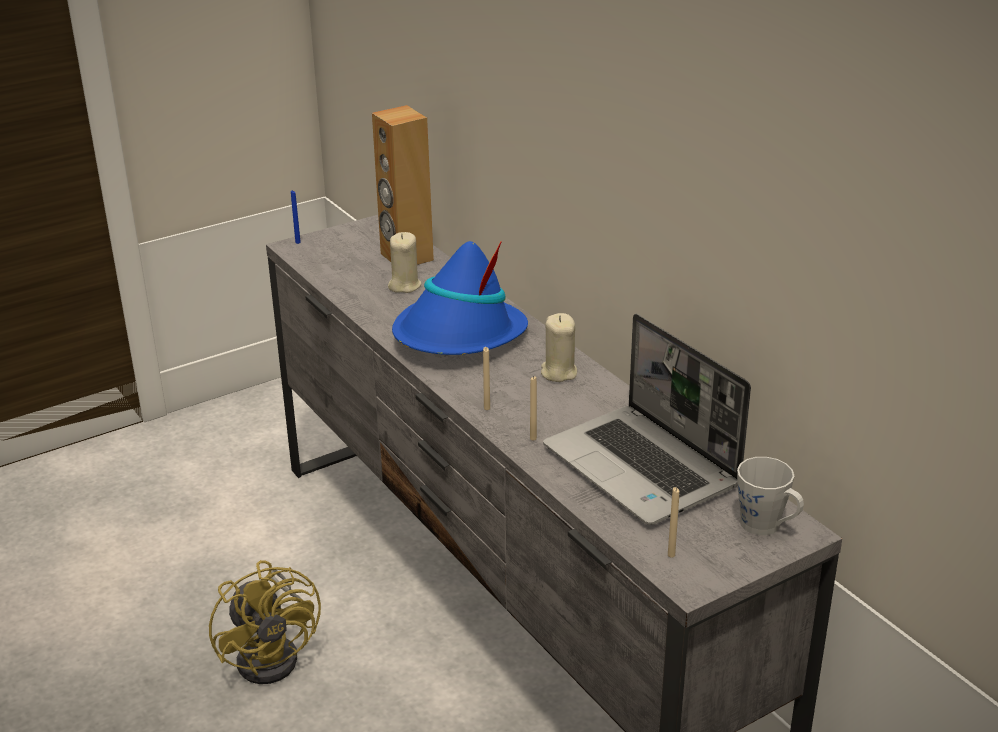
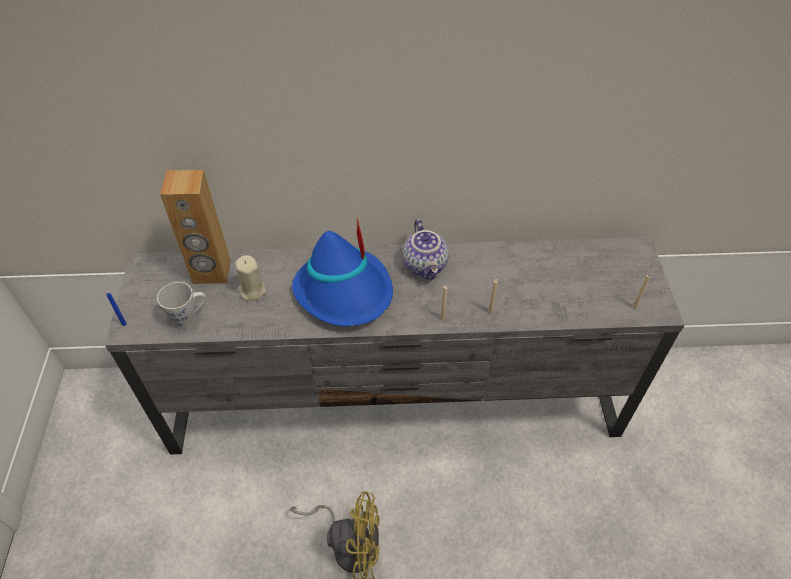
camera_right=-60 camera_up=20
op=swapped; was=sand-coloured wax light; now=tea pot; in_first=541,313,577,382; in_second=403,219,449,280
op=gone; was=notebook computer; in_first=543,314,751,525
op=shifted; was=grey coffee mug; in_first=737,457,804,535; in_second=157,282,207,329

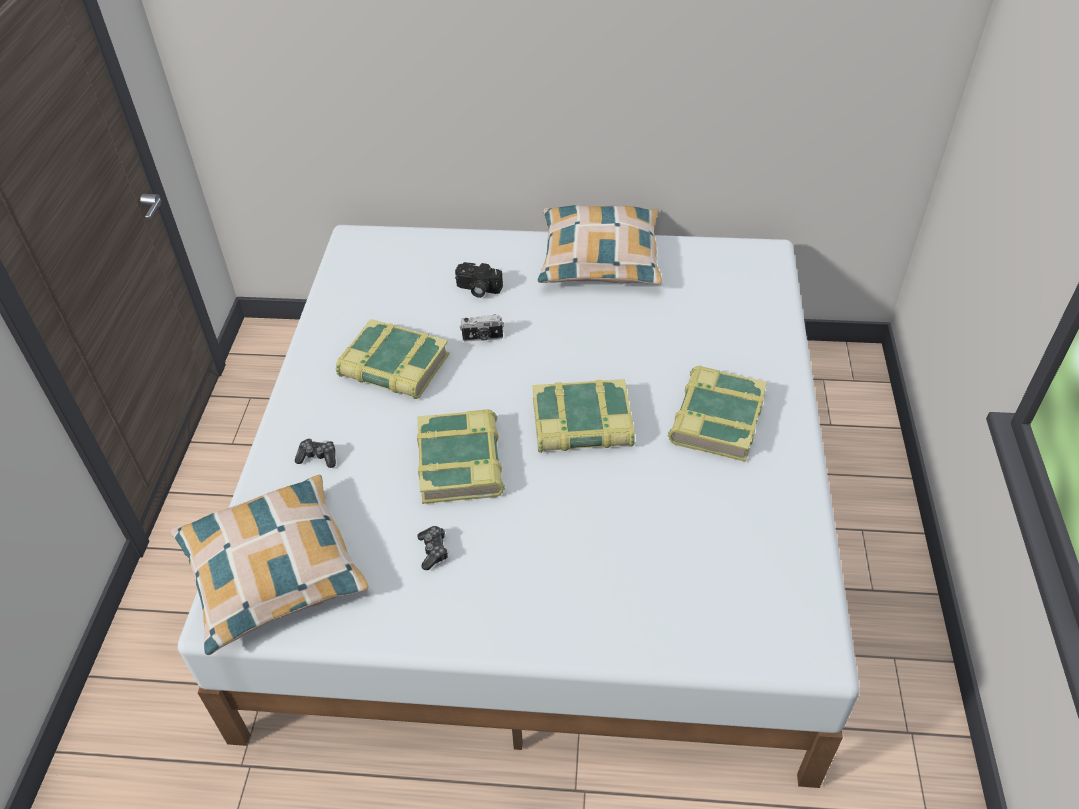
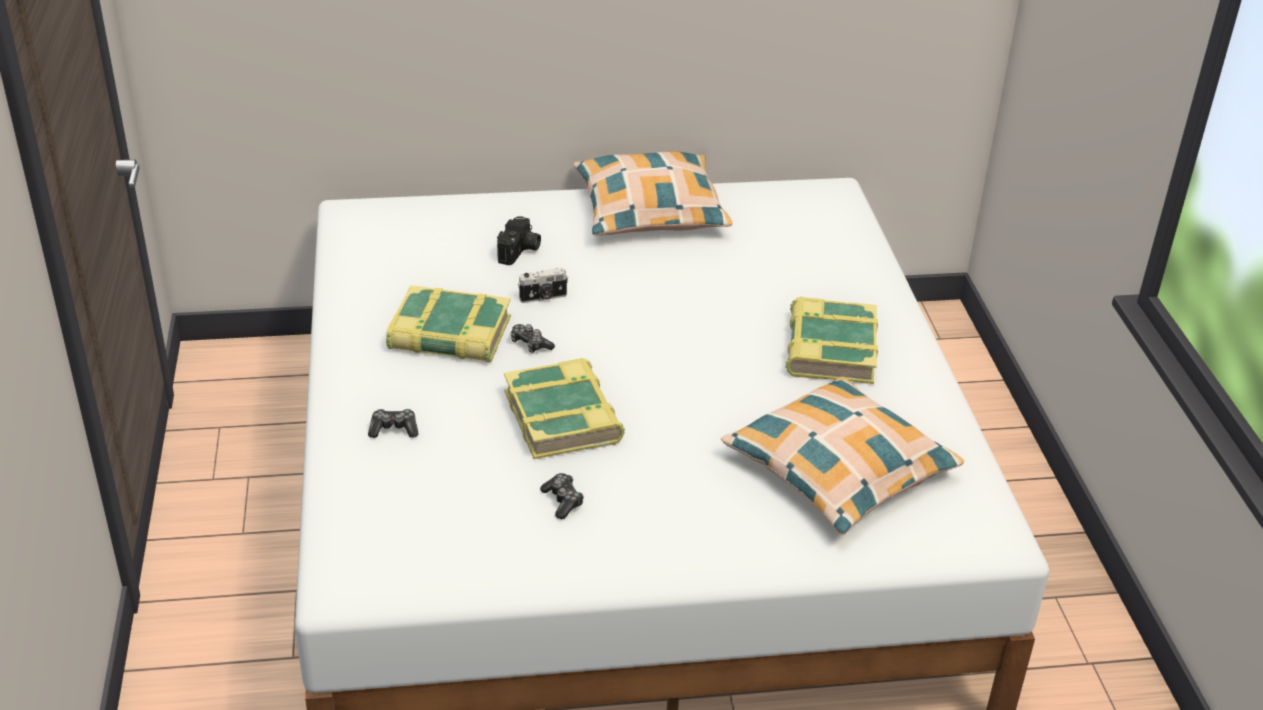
camera_right=-15 camera_up=-10
op=shifted; was=cushion; in_first=171,475,369,655; in_second=721,377,964,535
op=rotated; was=photo camera; in_first=455,262,503,298; in_second=497,216,541,265; clockwise=-75
op=gone; was=bound book; in_first=532,379,635,453
op=new; now=joypad; in_second=510,324,555,353

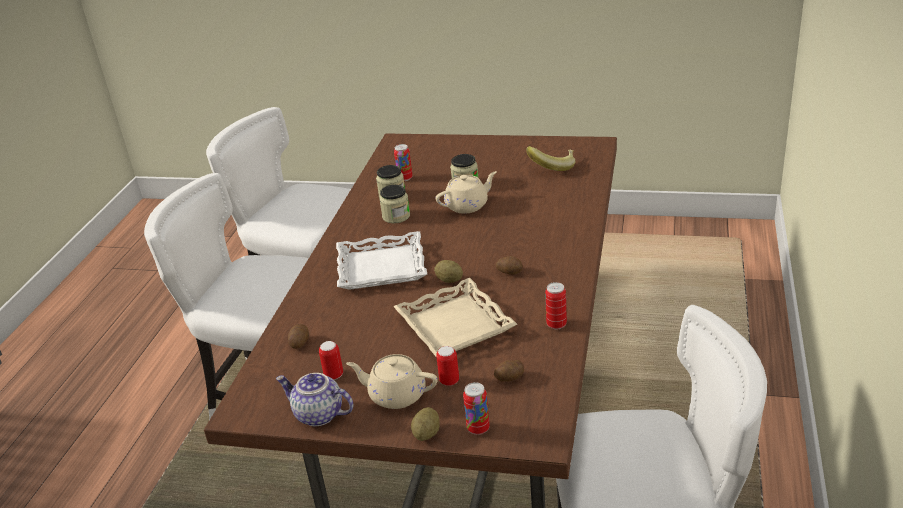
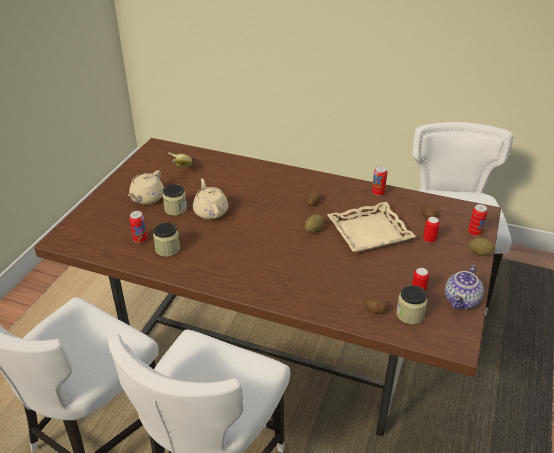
camera_right=-85 camera_up=5
op=gone; was=whitish carrying tray; in_first=336,231,427,290
op=shifted; was=sand-coloured tea pot; in_first=346,354,438,409; in_second=128,170,164,204
op=shifted; was=jar; in_first=379,185,410,224; in_second=396,285,427,324

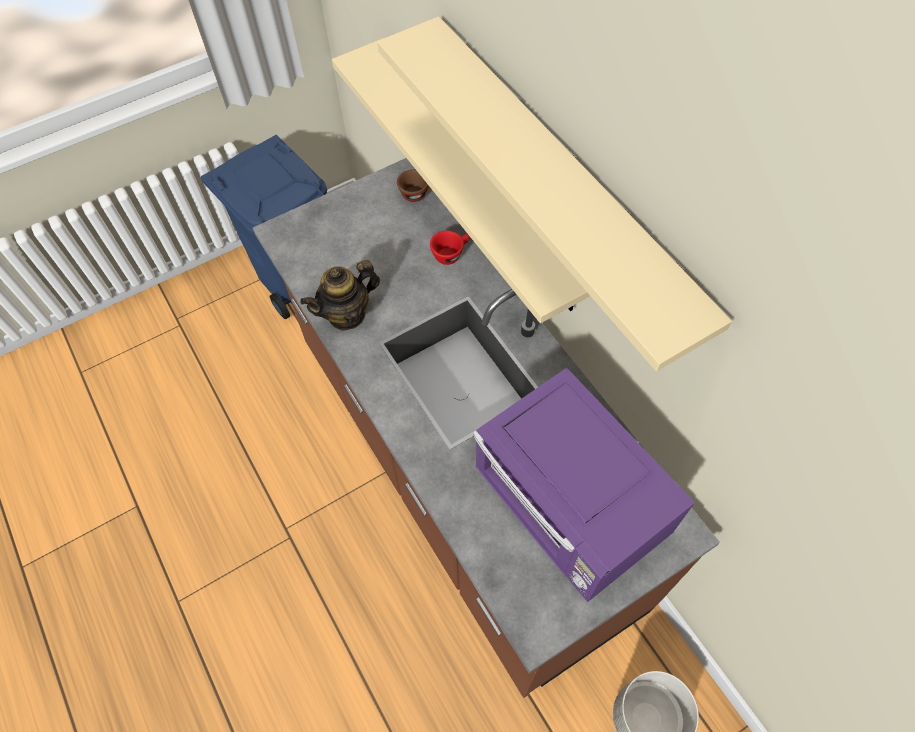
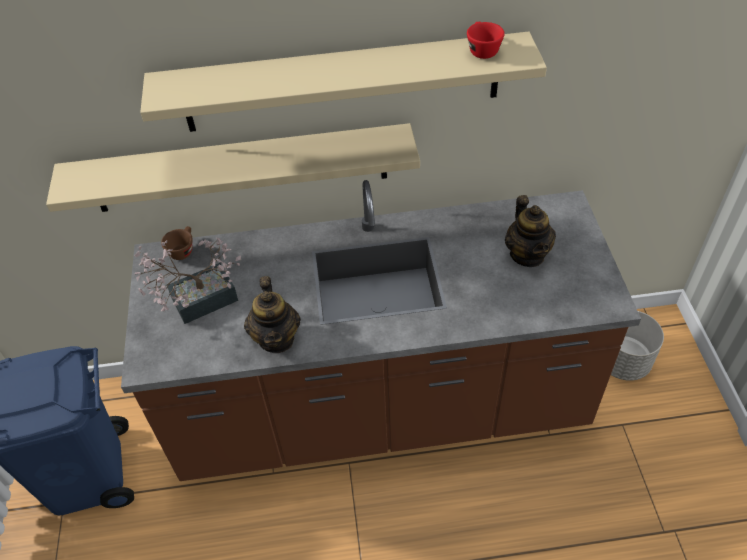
camera_right=-65 camera_up=-10
op=shifted; was=red cup; in_first=430,230,470,265; in_second=467,22,505,59
op=swapped; was=purple kitchen microwave; now=tea pot; in_first=473,368,695,602; in_second=505,195,556,267
op=new; now=houseplant; in_second=134,238,241,324

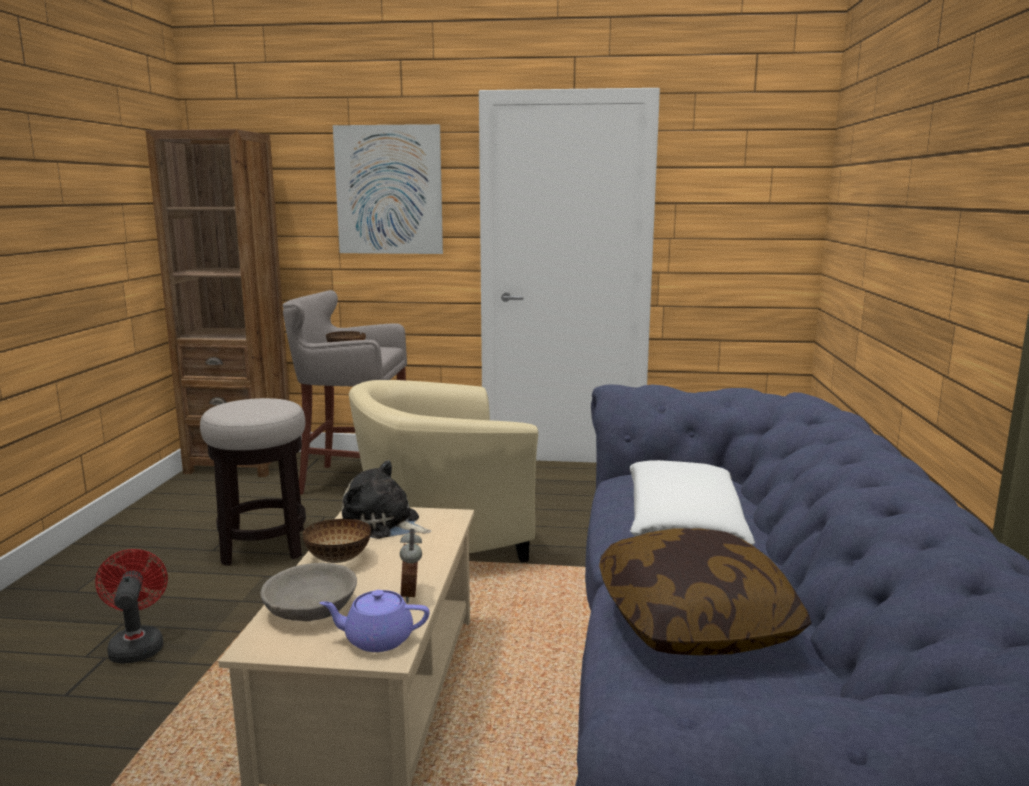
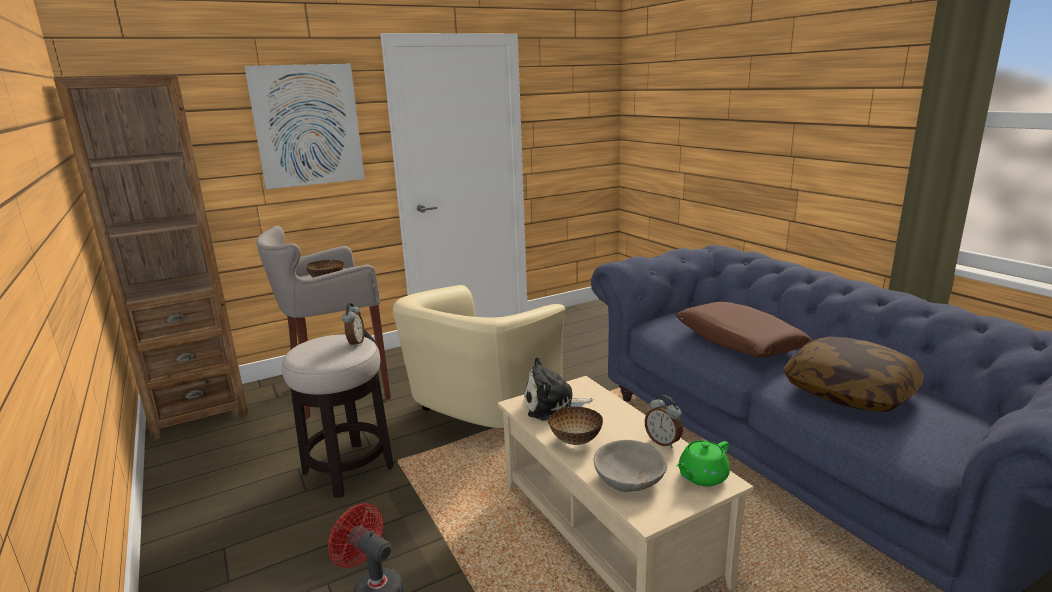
camera_right=-35 camera_up=5
op=repainted; was=purple tea pot; now=greenish tea pot; in_first=320,590,430,652; in_second=676,440,730,486
op=repainted; was=whitish cushion; now=brown cushion; in_first=630,460,755,545; in_second=676,302,813,357
op=new; now=table clock; in_second=342,303,365,347

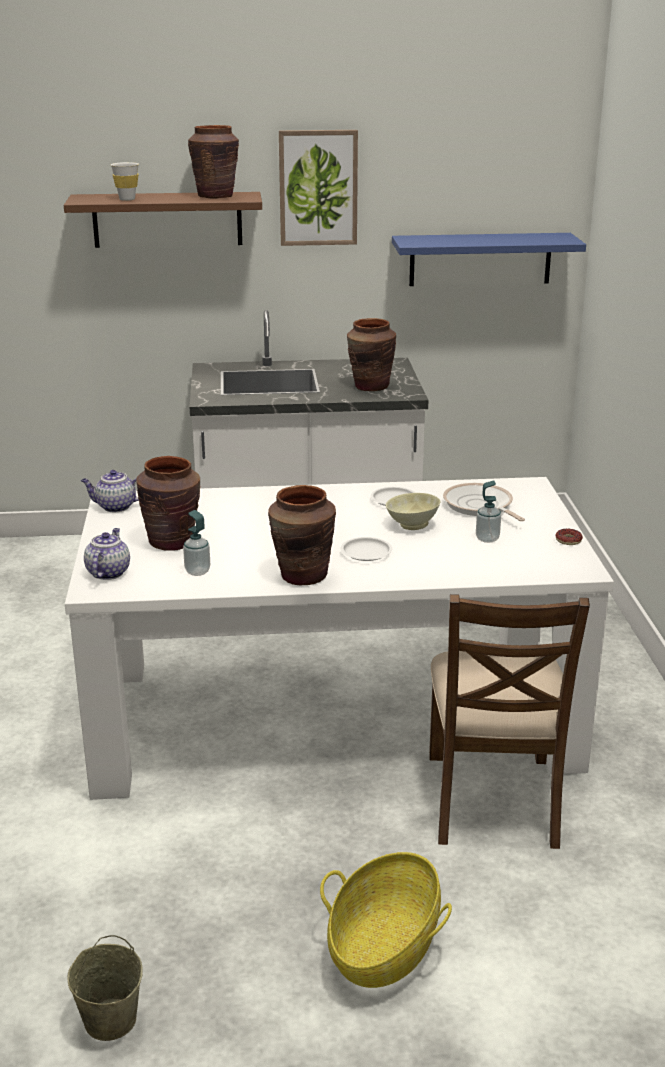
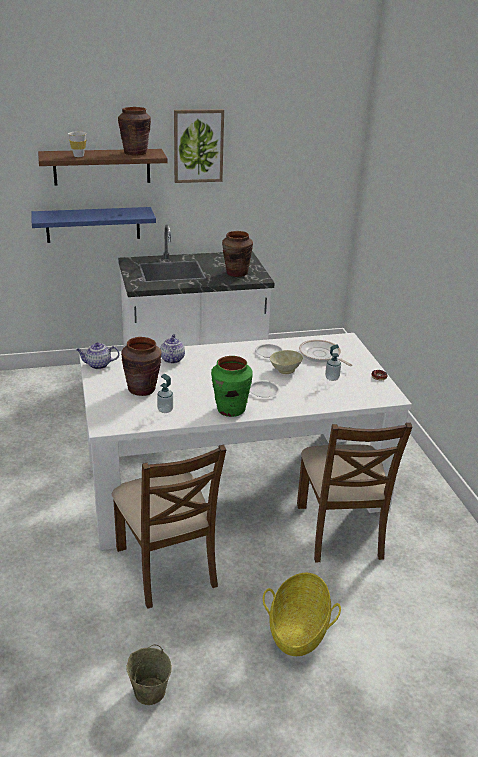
camera_right=-10 camera_up=5
op=shifted; was=tea pot; in_first=84,528,130,580; in_second=160,334,185,363
op=repainted; was=brown vase; now=greenish vase; in_first=268,485,336,585; in_second=211,356,253,417
op=shifted; was=blue wall shelf; in_first=392,233,586,286; in_second=32,207,156,243
op=new; now=brown chair; in_second=112,444,226,609

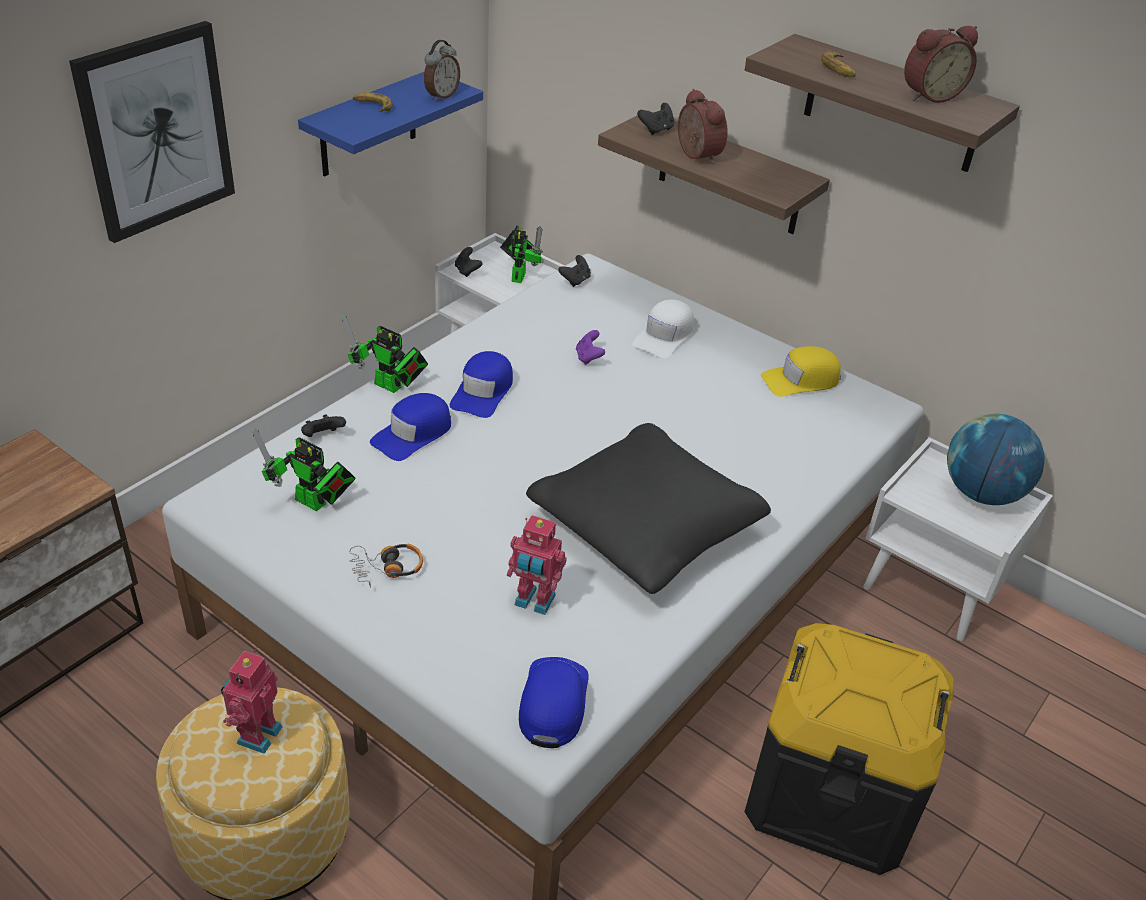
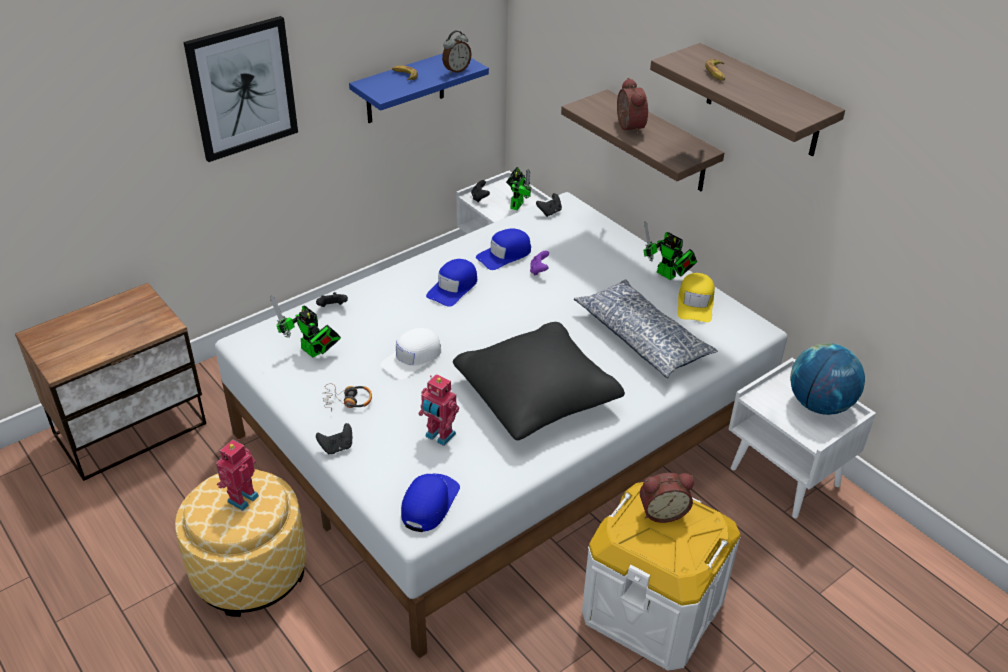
camera_right=15 camera_up=0
op=shifted; was=robot figure; in_first=342,314,428,393; in_second=644,222,697,280
op=shifted; was=blue cap; in_first=370,393,451,461; in_second=476,229,531,270
op=shifted; was=whitish cap; in_first=632,299,694,358; in_second=380,328,441,380
op=shifted; was=black joypad; in_first=637,103,674,135; in_second=316,423,352,454
op=repainted; was=black storage bin; now=whitish storage bin; in_first=745,623,954,875; in_second=582,482,740,671
op=rotated; was=yellow-coloured cap; in_first=761,346,841,397; in_second=678,273,715,322; clockwise=-75
op=shifted; was=table clock; in_first=904,26,978,103; in_second=640,473,694,523
op=new; now=cushion; in_second=574,280,718,378

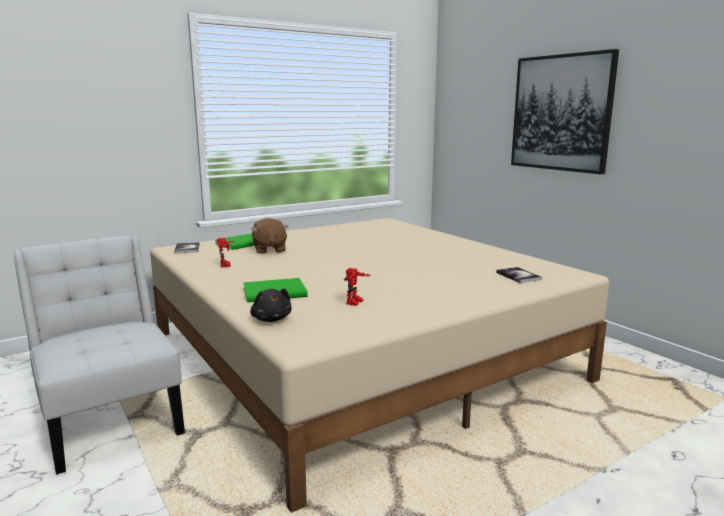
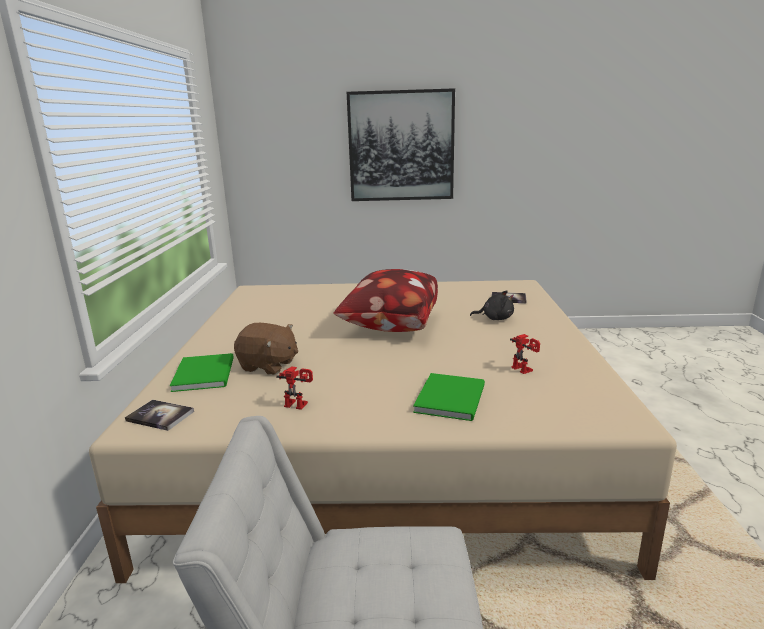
camera_right=-55 camera_up=5
op=shifted; was=black cuddly toy; in_first=250,289,291,322; in_second=470,290,514,320
op=new; now=cushion; in_second=334,269,438,332

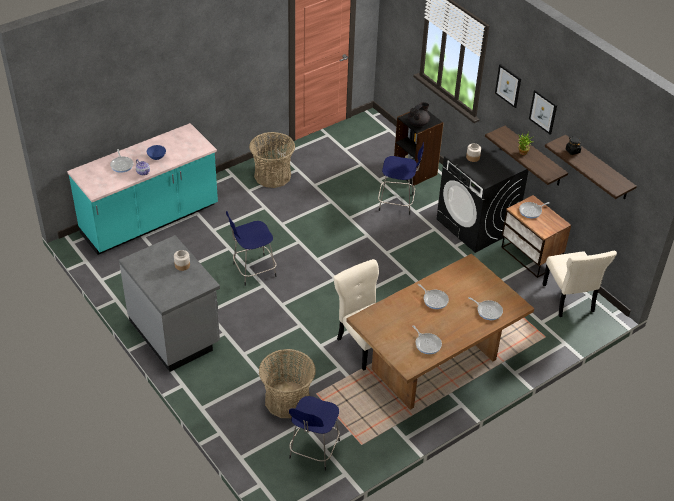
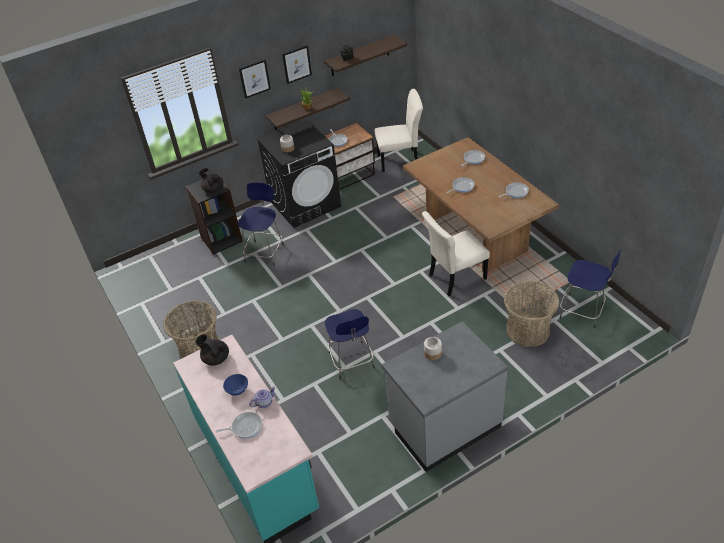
camera_right=-80 camera_up=0
op=new; now=black tea pot; in_second=196,334,229,366

